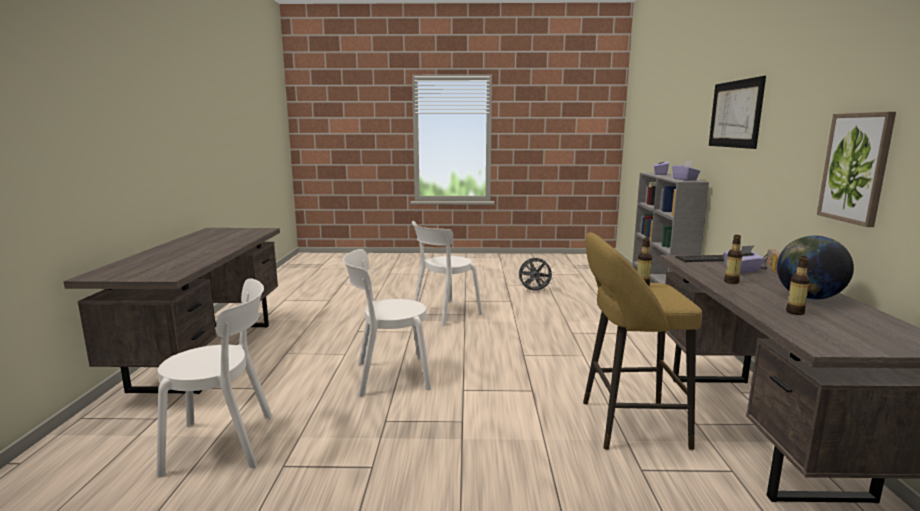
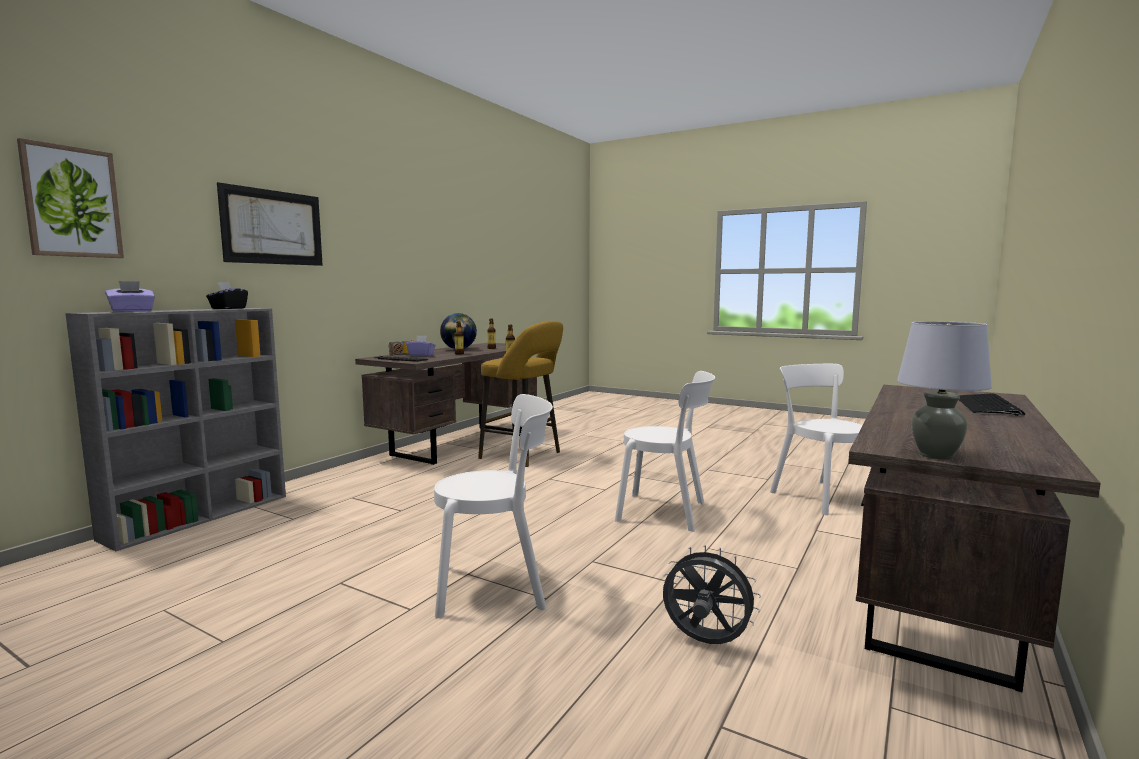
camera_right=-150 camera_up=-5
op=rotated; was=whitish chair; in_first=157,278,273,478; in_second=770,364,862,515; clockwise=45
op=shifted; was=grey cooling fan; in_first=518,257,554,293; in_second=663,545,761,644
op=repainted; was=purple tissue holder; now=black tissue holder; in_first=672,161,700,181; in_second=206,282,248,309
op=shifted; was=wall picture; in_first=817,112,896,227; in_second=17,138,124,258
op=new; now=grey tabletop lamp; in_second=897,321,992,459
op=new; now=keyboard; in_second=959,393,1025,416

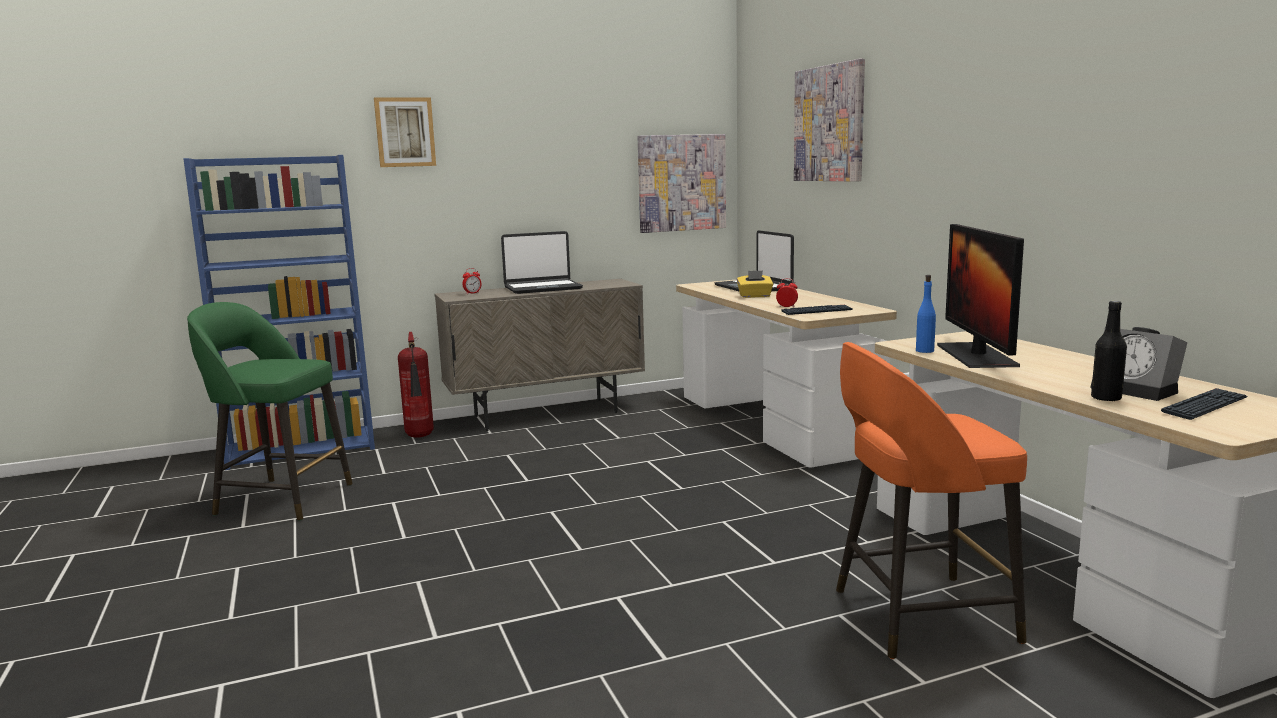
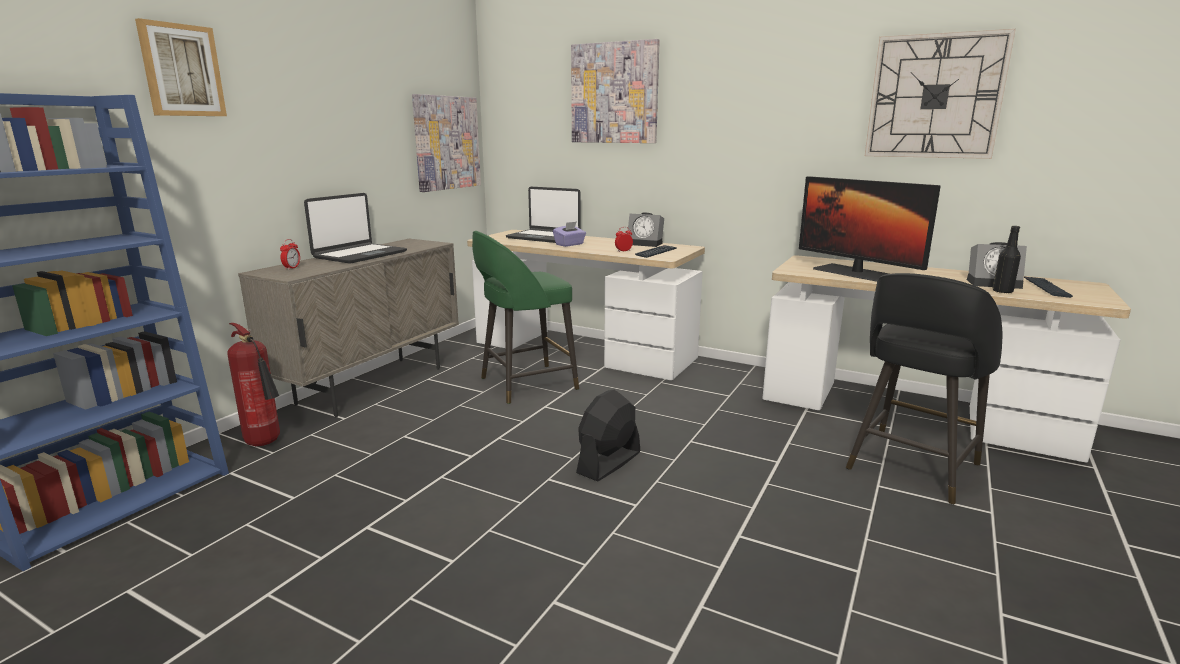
camera_right=-40 camera_up=5
op=shifted; was=greenish stool; in_first=187,302,353,521; in_second=472,231,579,404
op=repainted; was=yellow-coloured tissue holder; now=purple tissue holder; in_first=737,270,773,298; in_second=553,222,586,247
op=repainted; was=orange stool; now=black stool; in_first=836,342,1027,659; in_second=846,273,1003,505
op=gone; was=blue bottle; in_first=916,275,936,353
op=new; now=black cooling fan; in_second=576,390,640,481
op=new; now=table clock; in_second=627,213,664,247
op=new; now=wall clock; in_second=865,29,1016,159

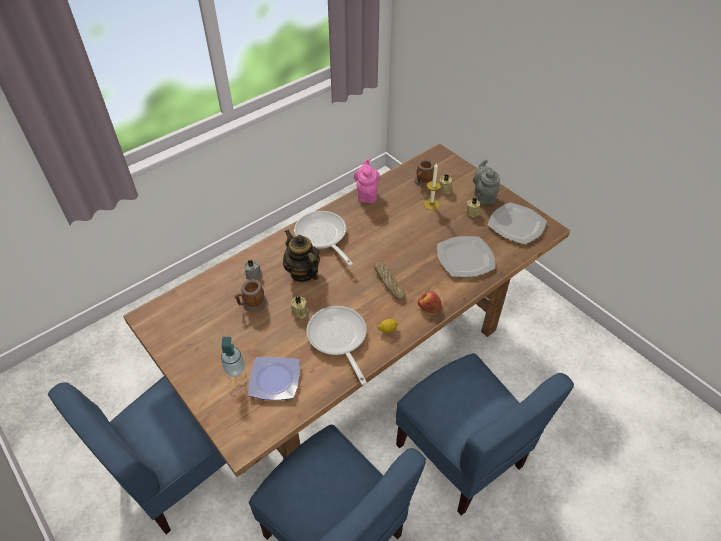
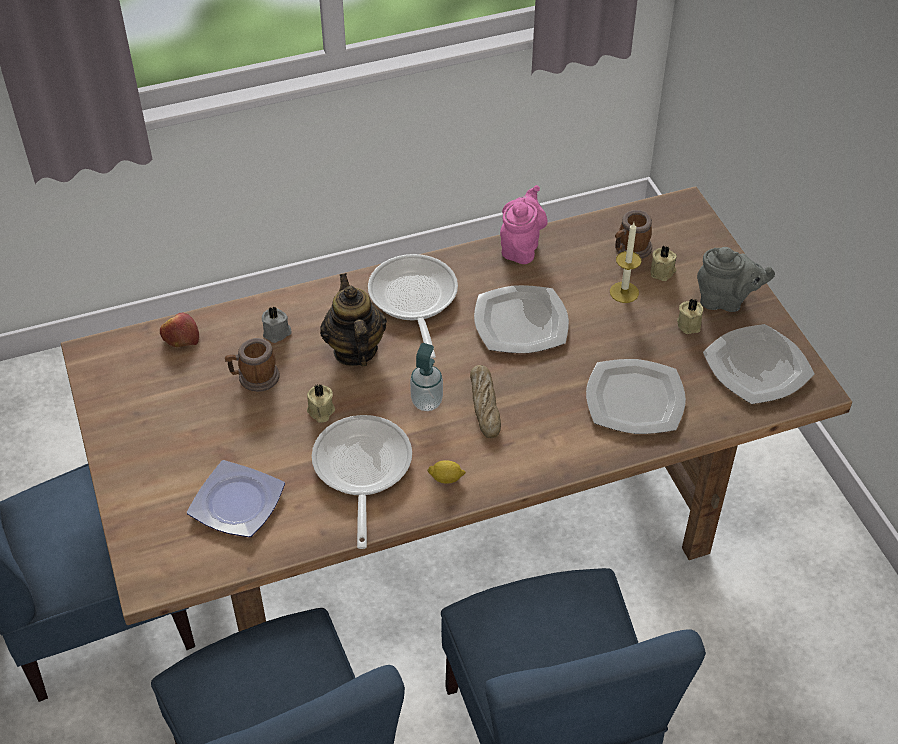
camera_right=20 camera_up=0
op=shifted; was=soap bottle; in_first=221,337,245,377; in_second=410,343,443,411
op=shifted; was=whole apple; in_first=418,291,442,313; in_second=160,313,199,347
op=rotated; was=grey tea pot; in_first=473,160,500,204; in_second=697,247,775,312; clockwise=90
op=new; now=dinner plate; in_second=474,285,569,353

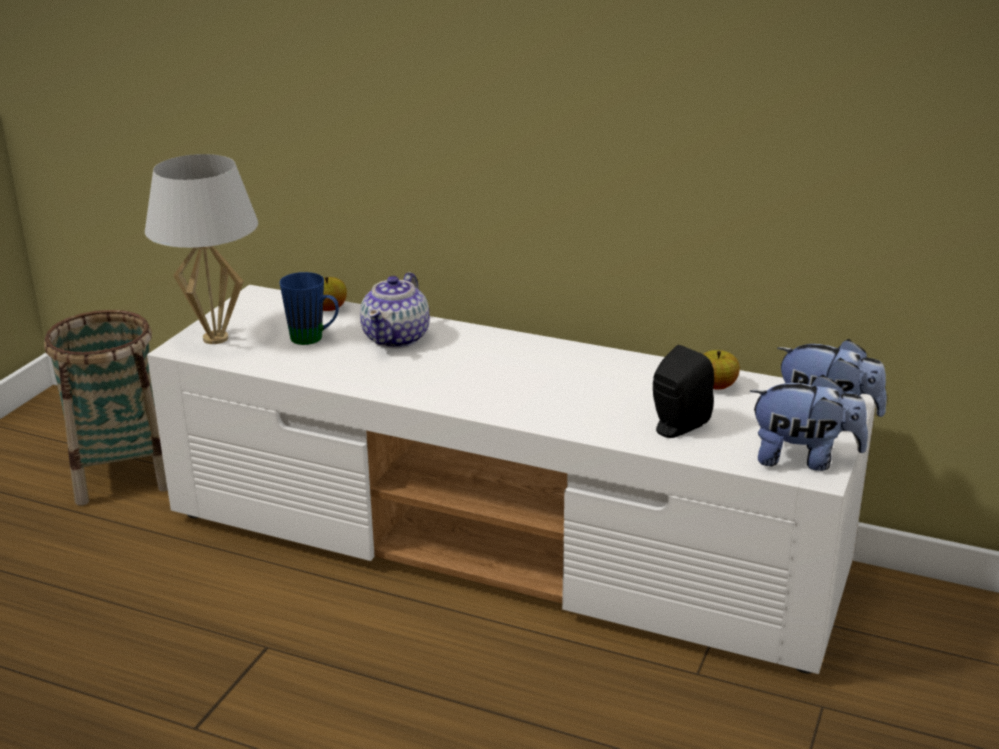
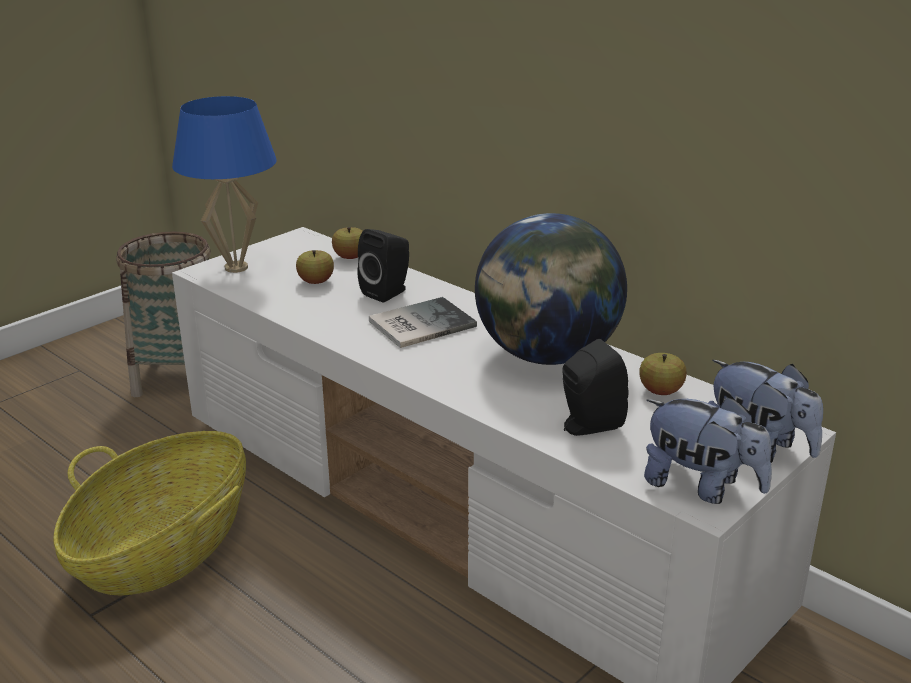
camera_right=20 camera_up=0
op=repainted; was=whitish tabletop lamp; now=blue tabletop lamp; in_first=145,154,258,344; in_second=172,96,277,273
op=swapped; was=blue coffee mug; now=whole apple; in_first=280,272,339,345; in_second=296,250,334,284
op=swapped; was=tea pot; now=black speaker; in_first=360,272,430,348; in_second=357,229,409,302
op=new; now=basket; in_second=53,431,246,595
op=new; now=bound book; in_second=369,297,477,348
op=new; now=globe; in_second=475,213,627,365

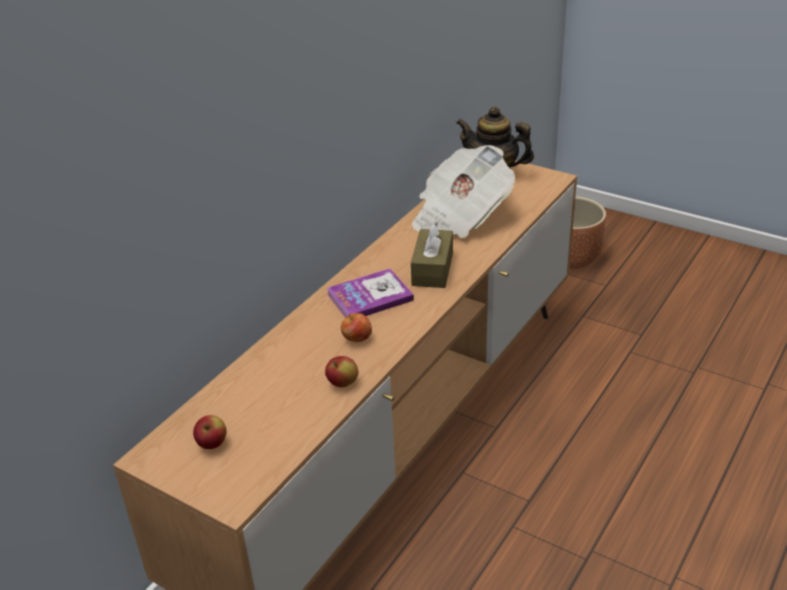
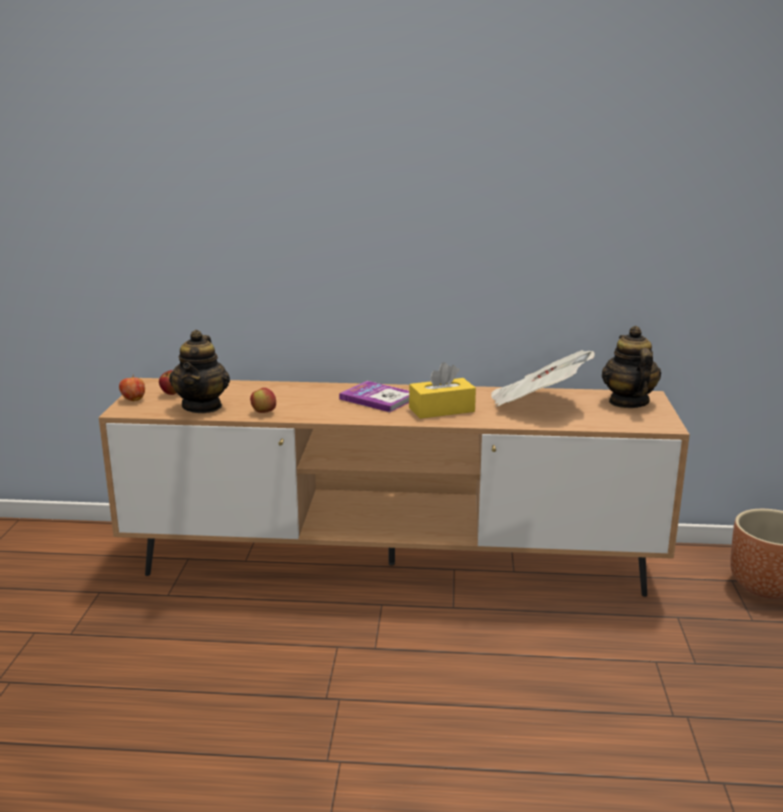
camera_right=60 camera_up=-15
op=shifted; was=whole apple; in_first=341,313,372,342; in_second=119,375,145,401
op=repainted; was=brown tissue holder; now=yellow-coloured tissue holder; in_first=411,221,453,288; in_second=409,362,476,419
op=new; now=tea pot; in_second=169,330,230,413

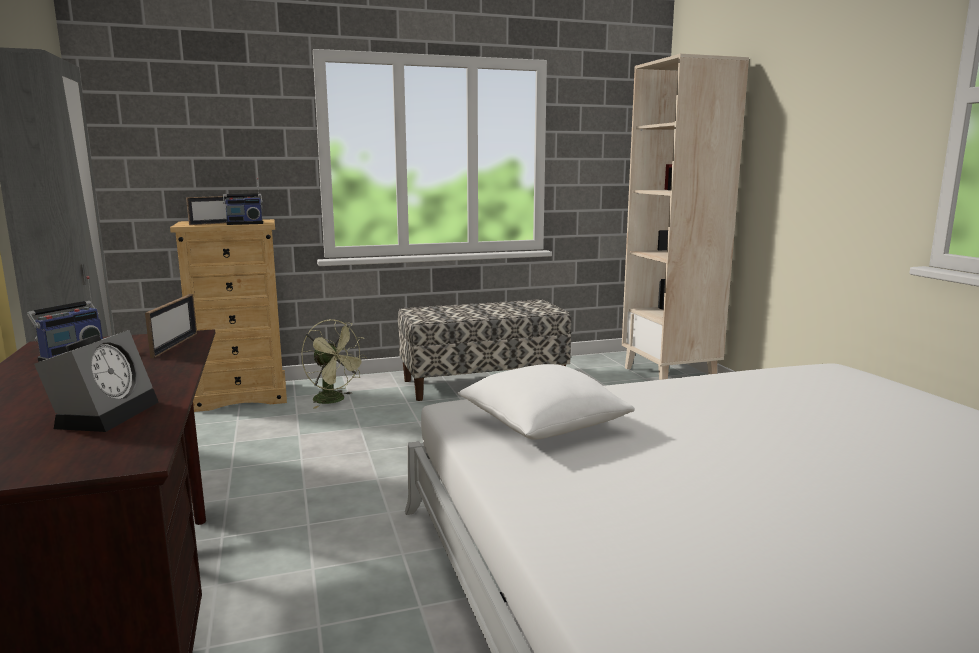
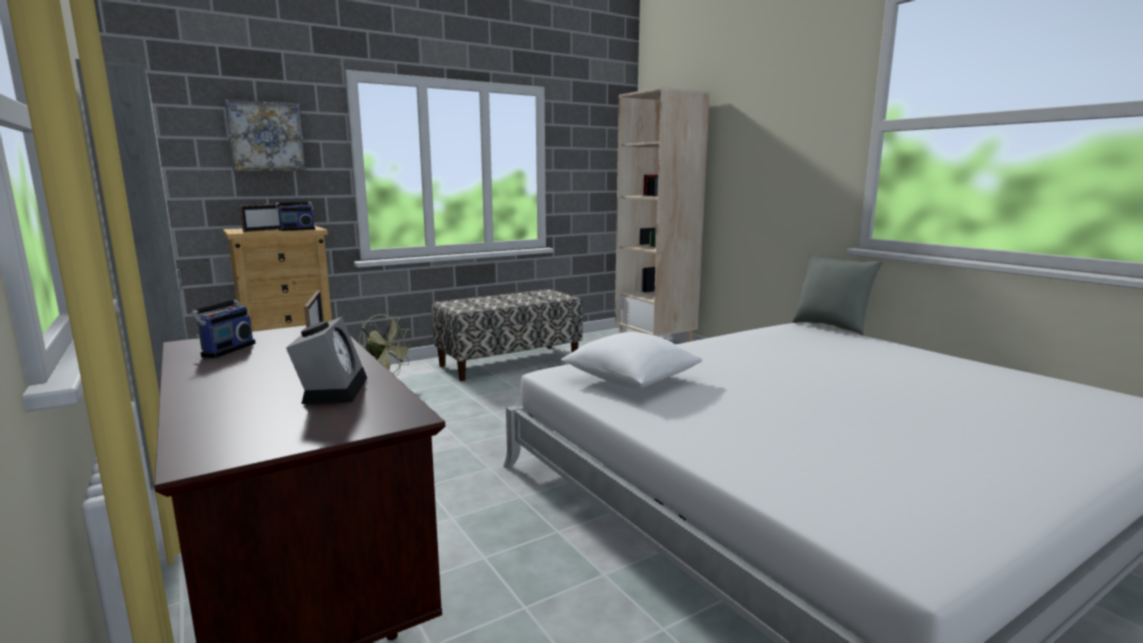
camera_right=-15 camera_up=0
op=new; now=wall picture; in_second=224,99,306,171
op=new; now=grey cushion; in_second=792,253,883,335

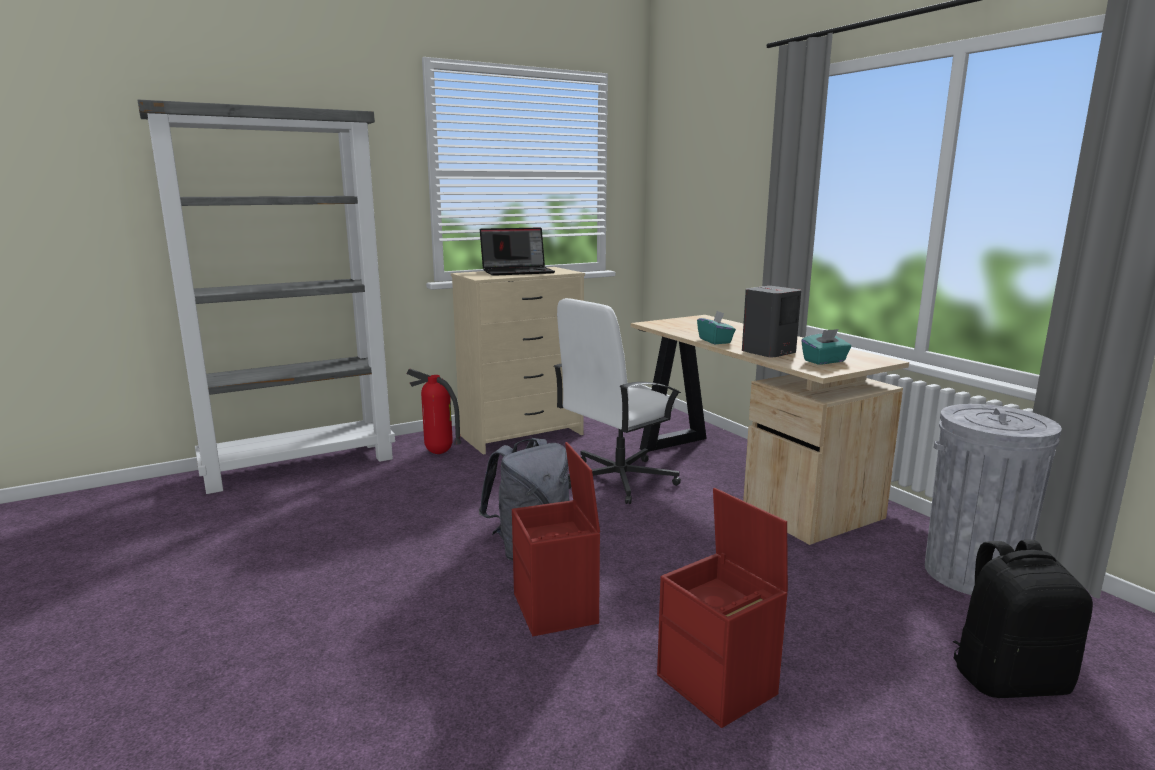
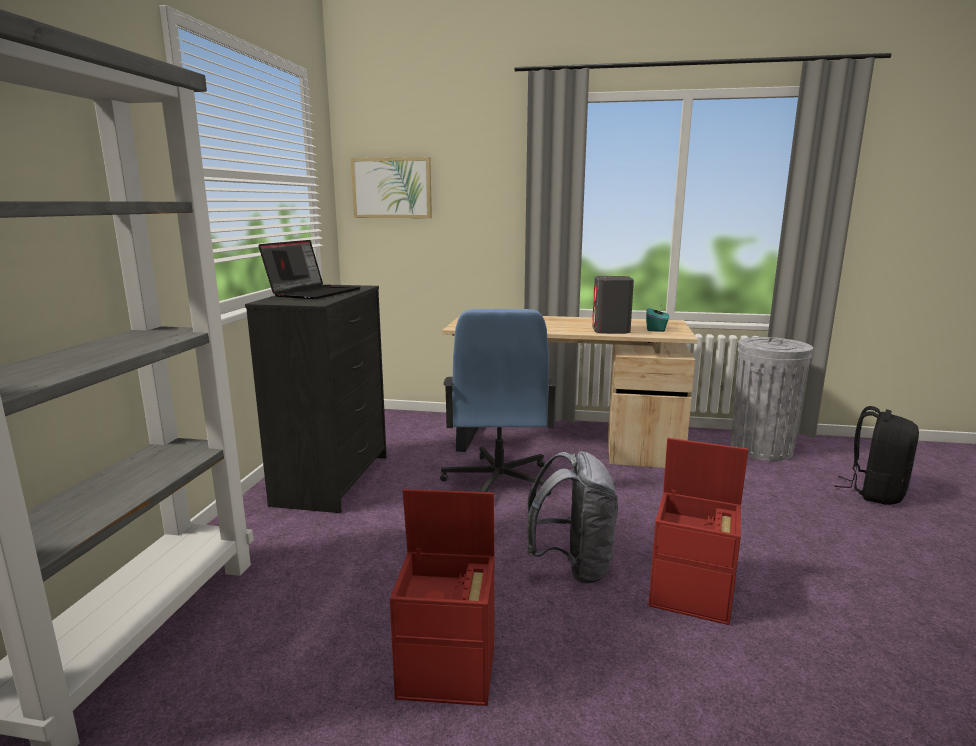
camera_right=-50 camera_up=0
op=gone; was=fire-fighting cylinder; in_first=406,369,461,454
op=repainted; was=sand-coloured dresser; now=black dresser; in_first=451,267,585,455; in_second=245,284,387,513
op=repainted; was=whitish desk chair; now=blue desk chair; in_first=554,298,681,504; in_second=440,309,557,496
op=shifted; was=red storage bin; in_first=657,488,788,728; in_second=390,489,494,706
op=gone; was=turquoise-coloured tissue holder; in_first=697,311,736,344
op=new; now=wall picture; in_second=351,157,432,218

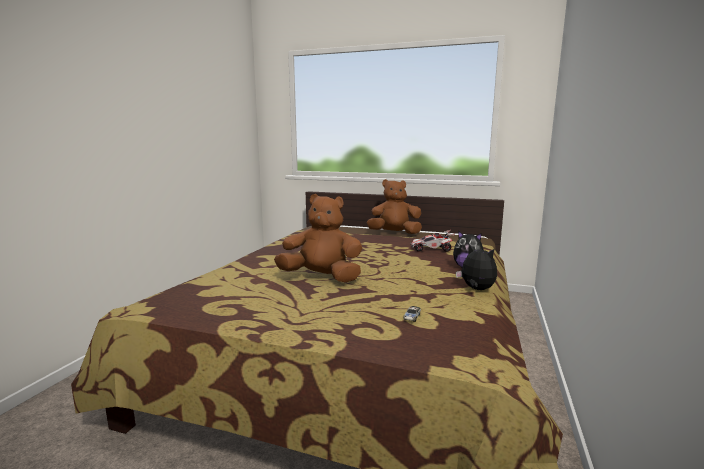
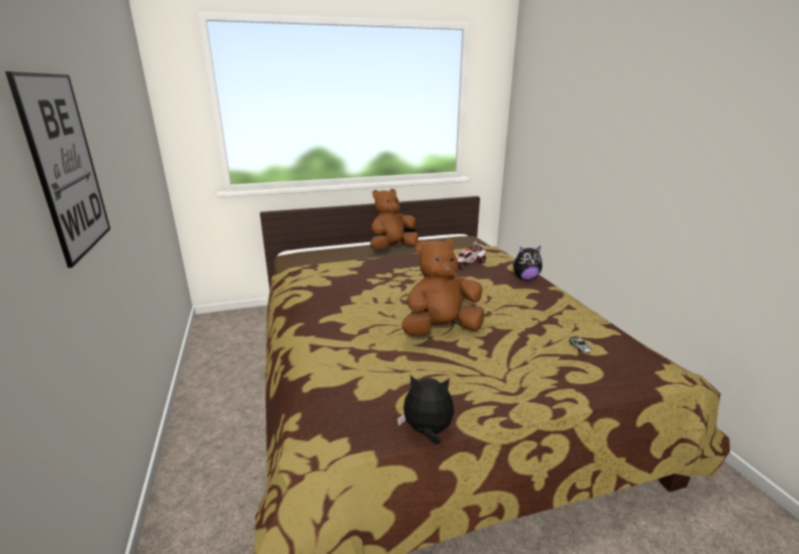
camera_right=-35 camera_up=10
op=shifted; was=cuddly toy; in_first=456,245,497,290; in_second=397,375,454,444
op=new; now=wall picture; in_second=5,72,110,268

